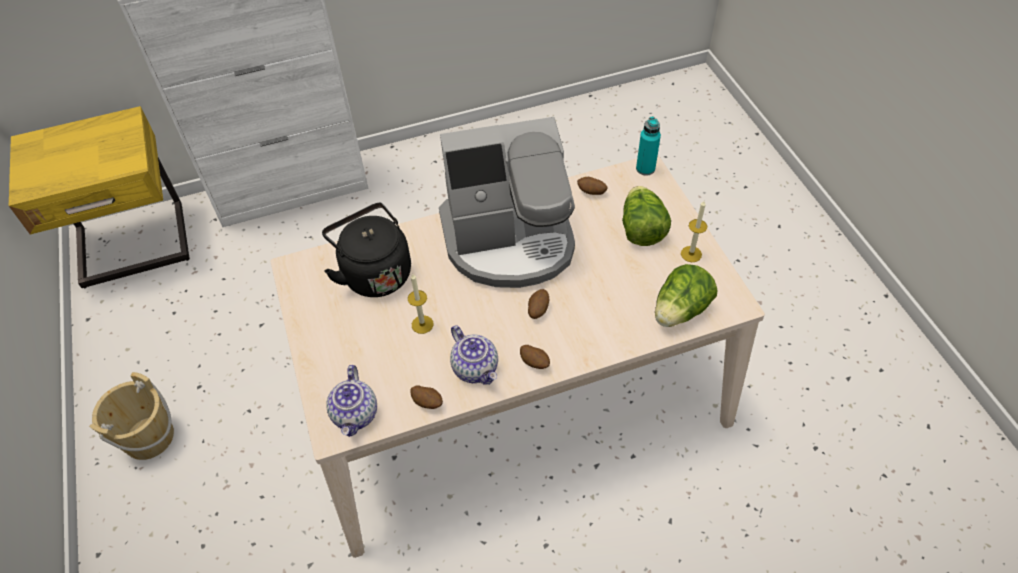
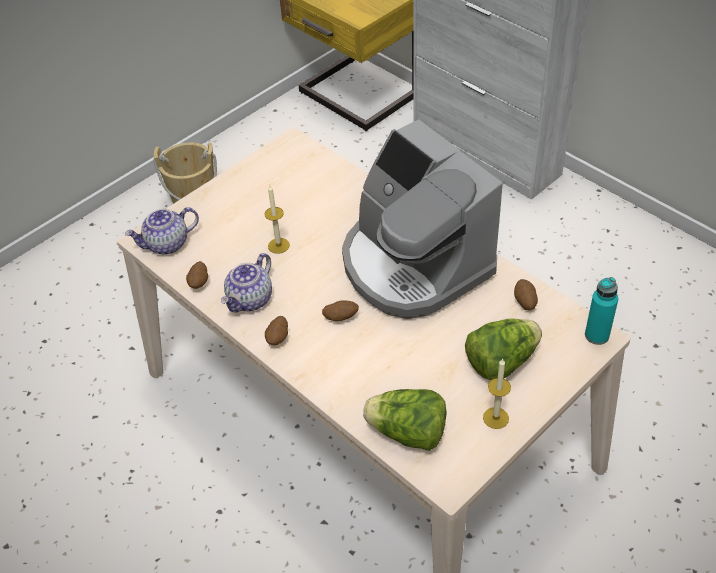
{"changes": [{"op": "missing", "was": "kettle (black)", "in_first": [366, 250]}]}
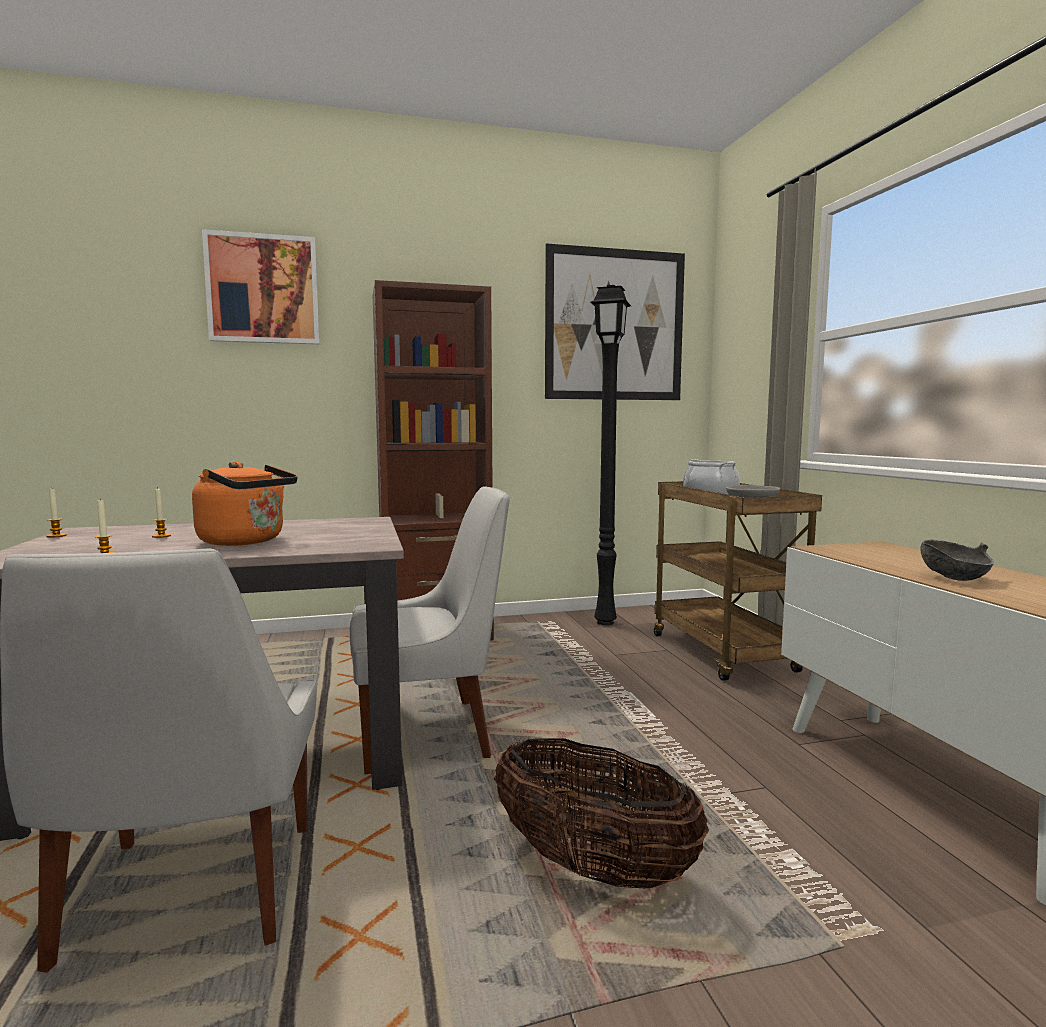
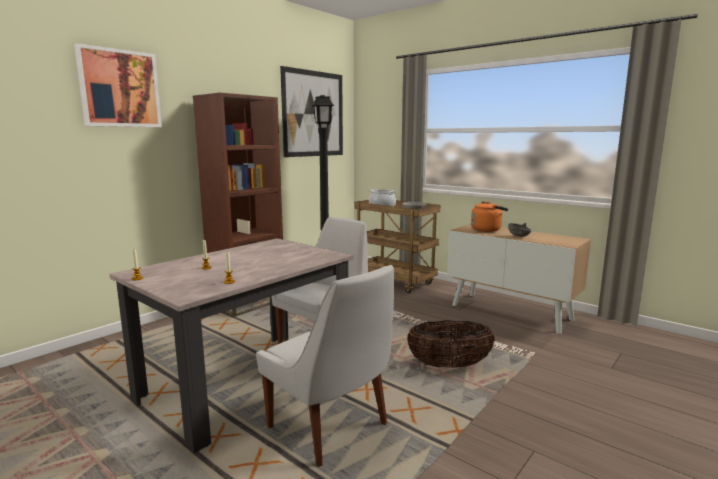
{"changes": [{"op": "relocated", "was": "kettle (orange)", "in_first": [244, 504], "in_second": [489, 216]}]}
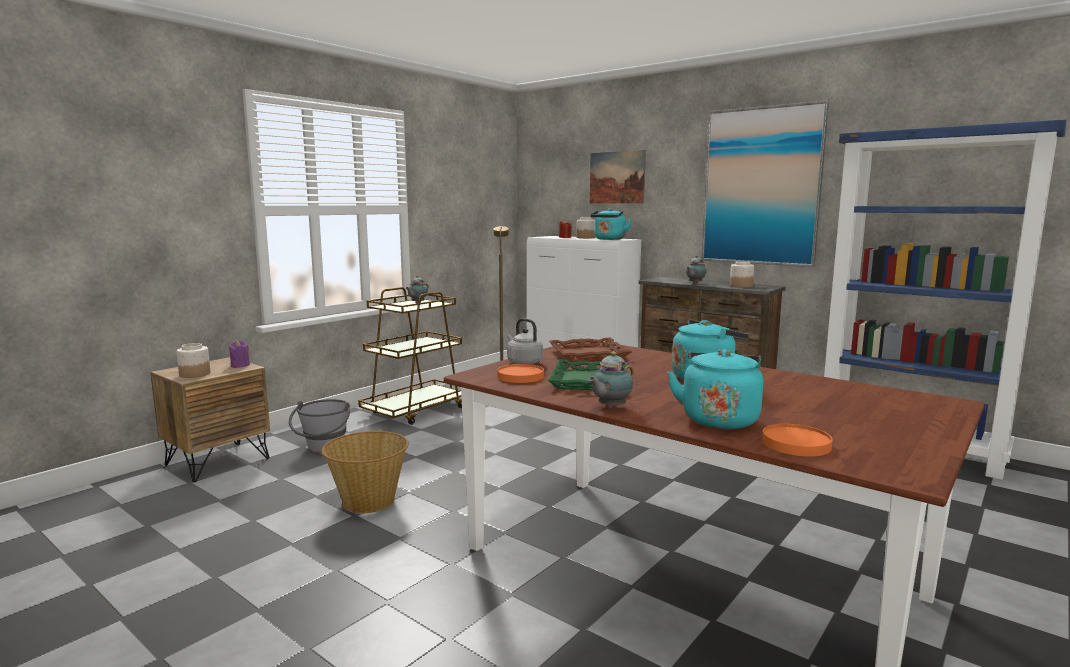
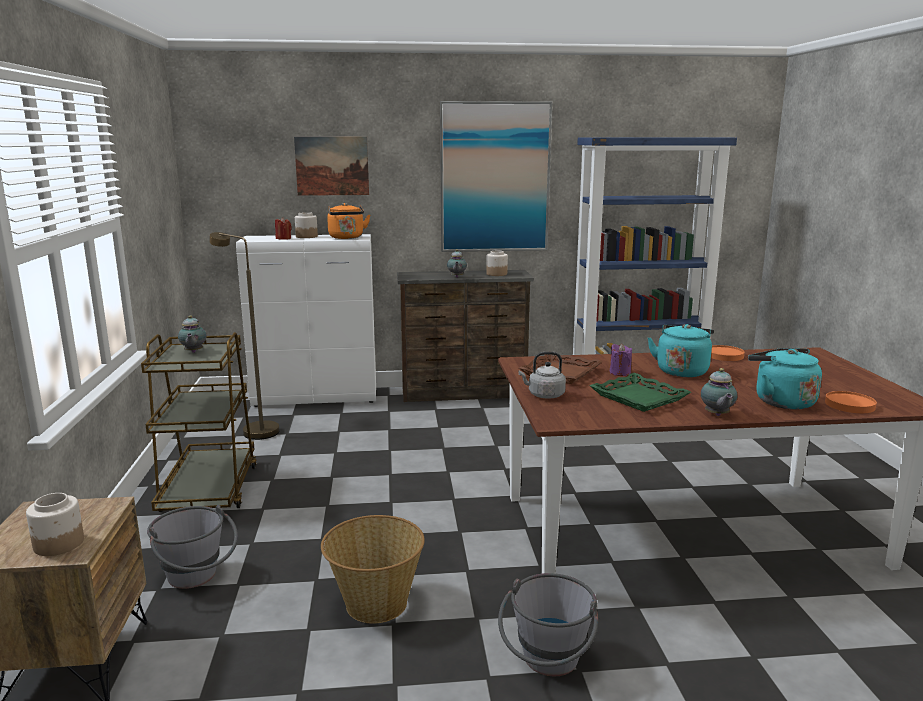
{"changes": [{"op": "colour", "was": "kettle (turquoise)", "now": "kettle (orange)", "in_first": [611, 224], "in_second": [348, 221]}, {"op": "appeared", "now": "bucket (grey)", "in_second": [548, 624]}, {"op": "relocated", "was": "candle (purple)", "in_first": [239, 354], "in_second": [620, 360]}, {"op": "relocated", "was": "plate (orange)", "in_first": [520, 373], "in_second": [728, 353]}]}
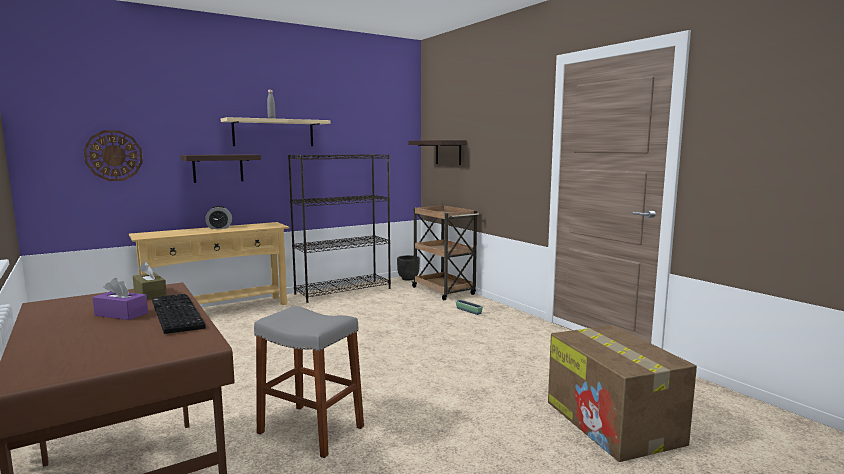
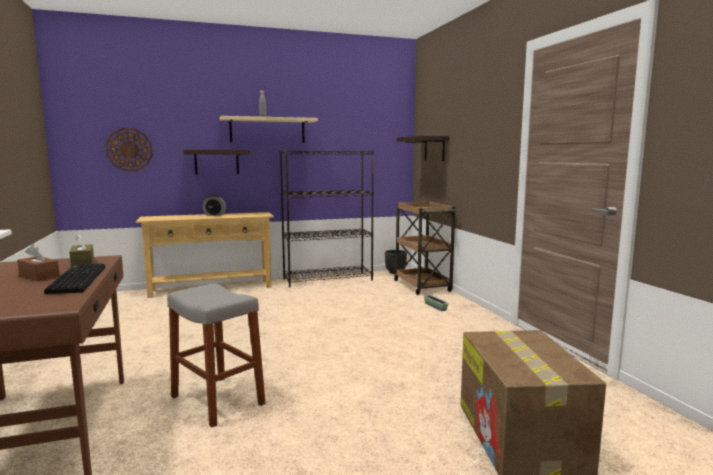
{"changes": [{"op": "colour", "was": "tissue box (purple)", "now": "tissue box (brown)", "in_first": [120, 299], "in_second": [38, 262]}]}
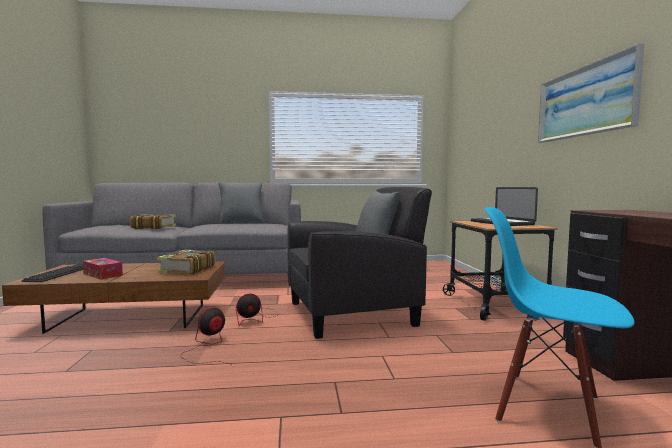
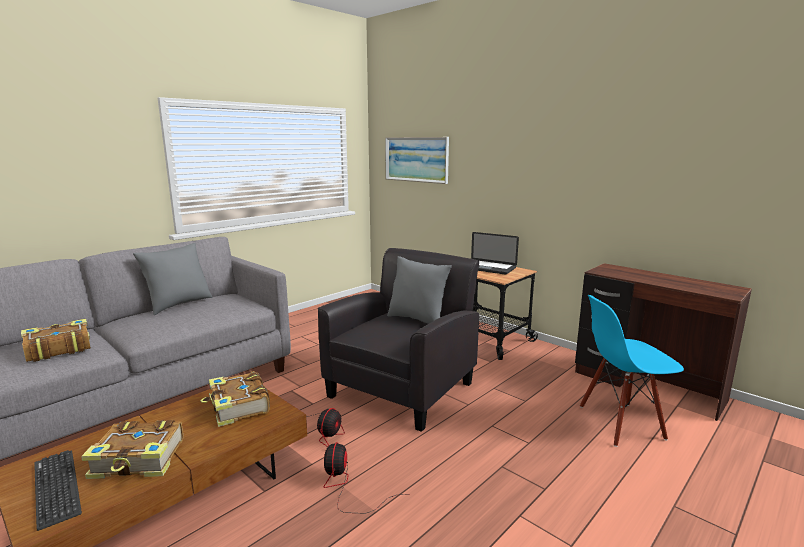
{"changes": [{"op": "exchanged", "was": "tissue box", "now": "book", "in_first": [103, 268], "in_second": [132, 449]}, {"op": "relocated", "was": "picture", "in_first": [591, 93], "in_second": [417, 160]}]}
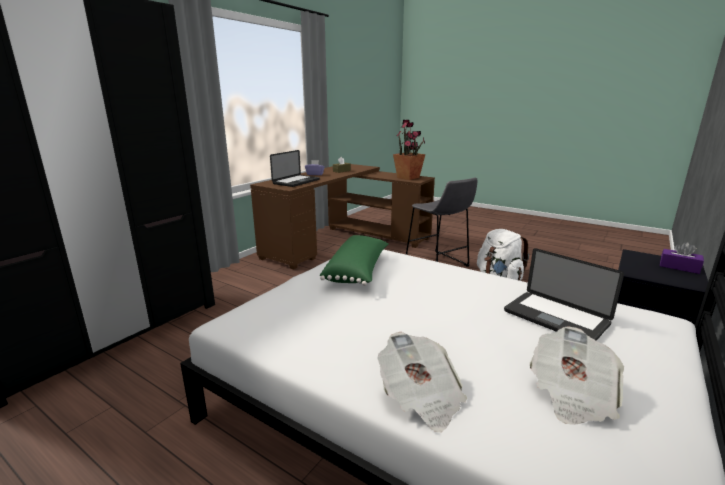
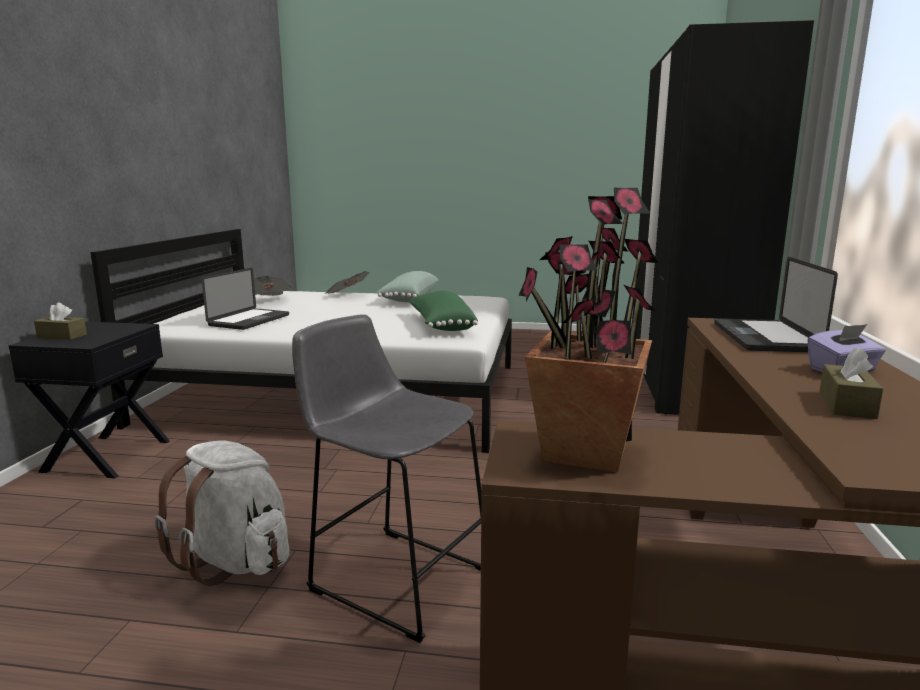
{"changes": [{"op": "colour", "was": "tissue box (purple)", "now": "tissue box (brown)", "in_first": [682, 258], "in_second": [60, 321]}, {"op": "spun", "was": "laptop", "in_first": [564, 294], "in_second": [245, 299], "clockwise": 90}, {"op": "appeared", "now": "pillow (green)", "in_second": [407, 286]}]}
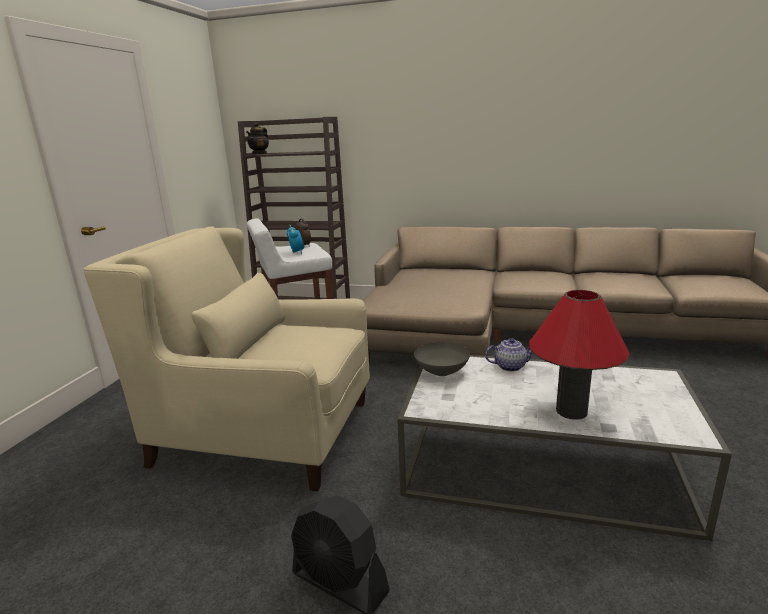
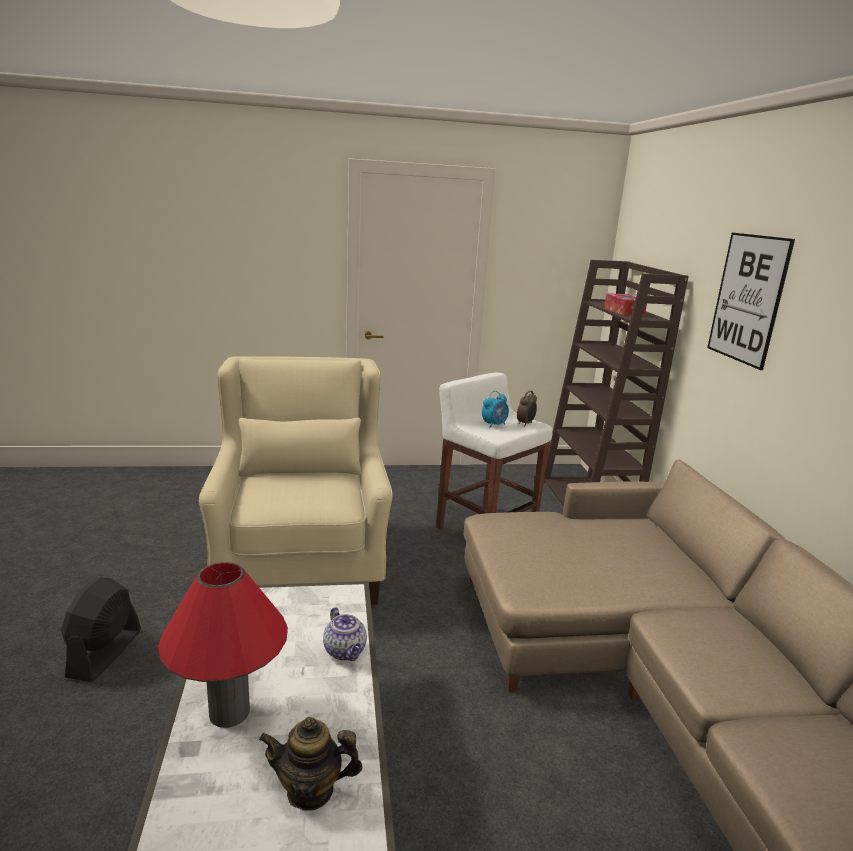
{"changes": [{"op": "relocated", "was": "teapot", "in_first": [257, 138], "in_second": [310, 764]}, {"op": "appeared", "now": "tissue box", "in_second": [625, 304]}, {"op": "appeared", "now": "picture", "in_second": [751, 301]}, {"op": "missing", "was": "bowl (grey)", "in_first": [442, 359]}]}
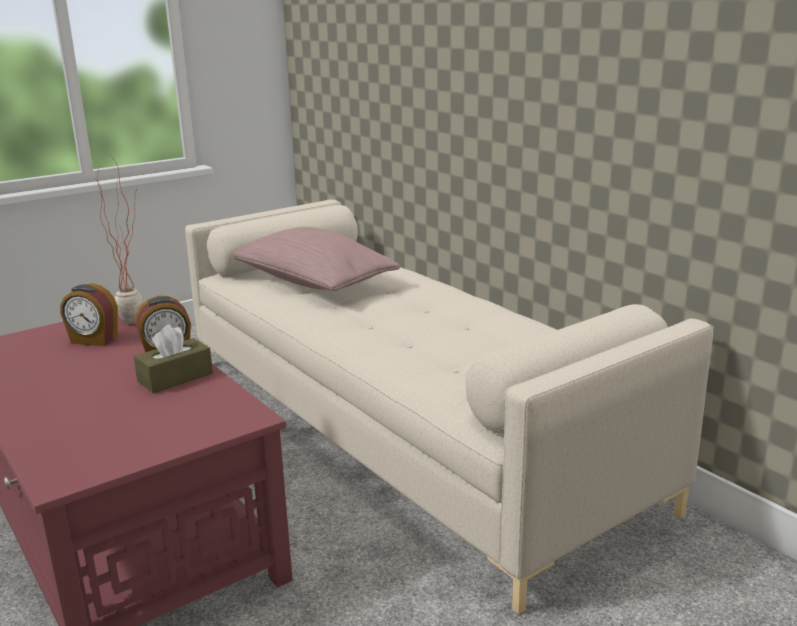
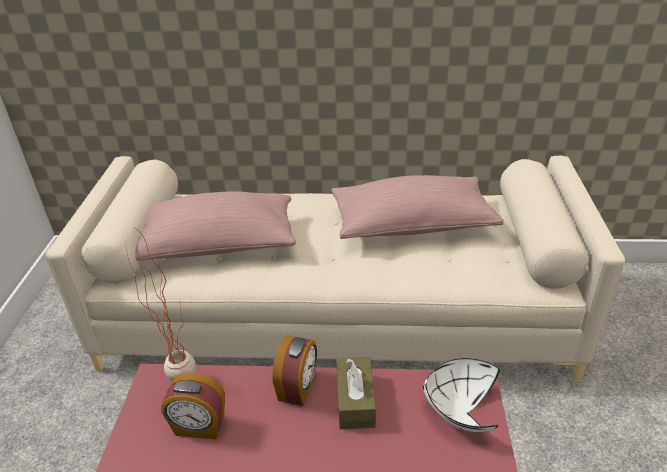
{"changes": [{"op": "spun", "was": "alarm clock", "in_first": [89, 314], "in_second": [193, 406], "clockwise": 45}, {"op": "appeared", "now": "pillow (pink)", "in_second": [417, 207]}, {"op": "appeared", "now": "bowl (white)", "in_second": [461, 395]}]}
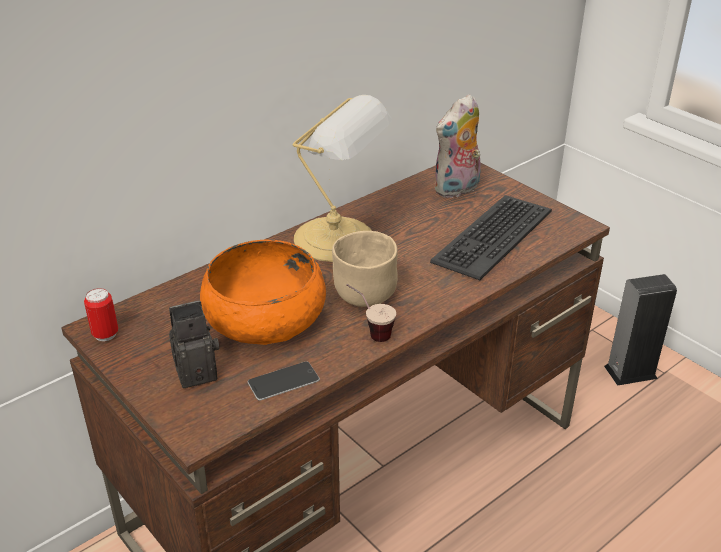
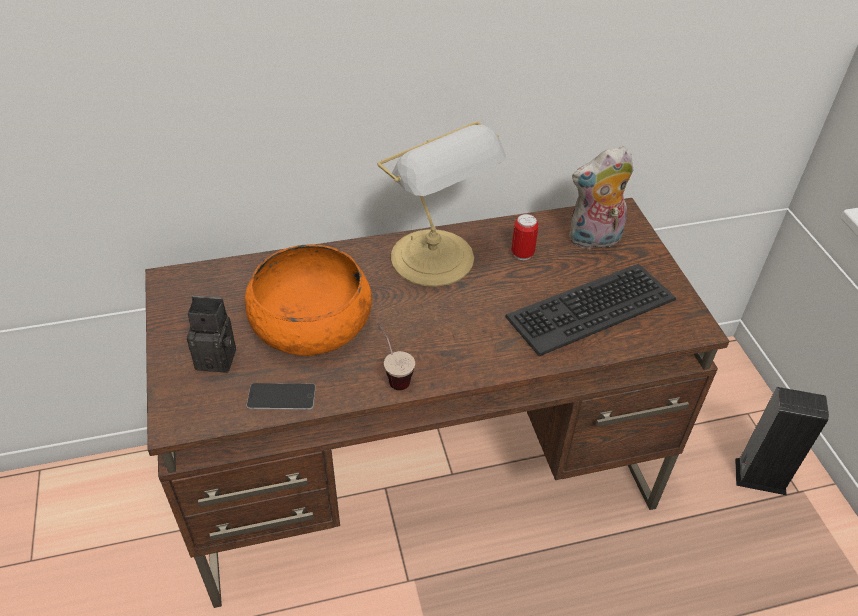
{"changes": [{"op": "relocated", "was": "can", "in_first": [101, 314], "in_second": [525, 237]}, {"op": "missing", "was": "bowl (beige)", "in_first": [365, 269]}]}
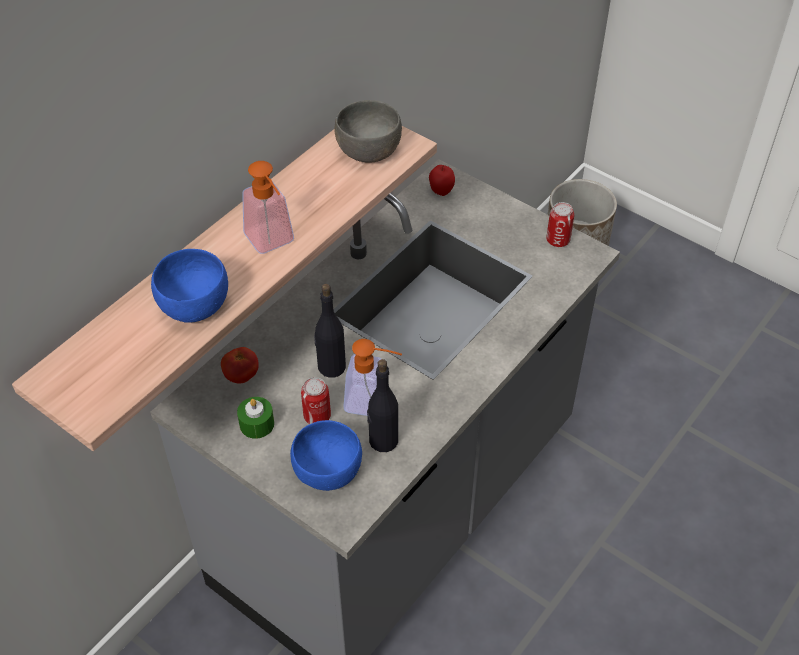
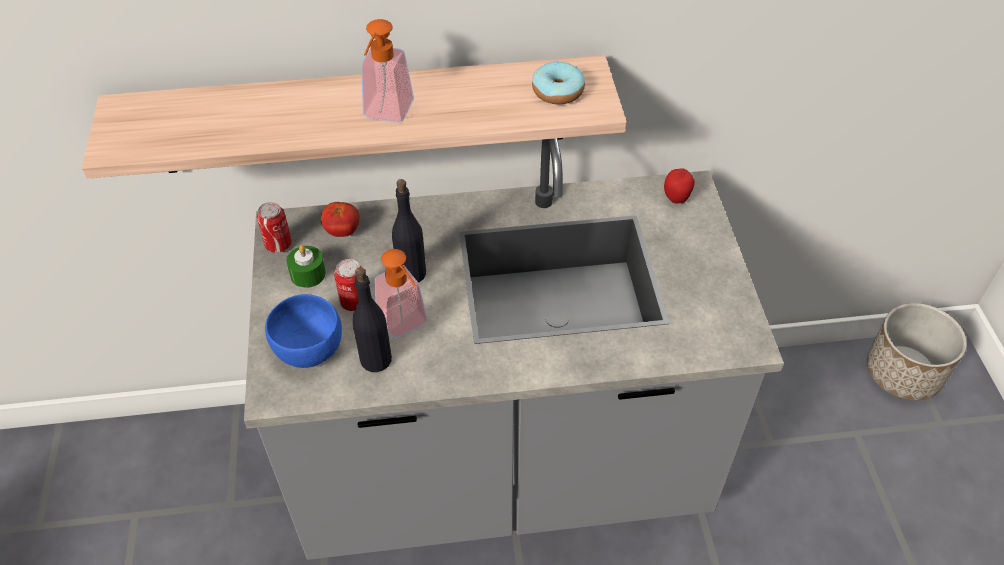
{"changes": [{"op": "relocated", "was": "can", "in_first": [560, 224], "in_second": [274, 227]}, {"op": "exchanged", "was": "bowl (grey)", "now": "donut", "in_first": [368, 131], "in_second": [558, 83]}, {"op": "missing", "was": "bowl (blue)", "in_first": [189, 286]}]}
